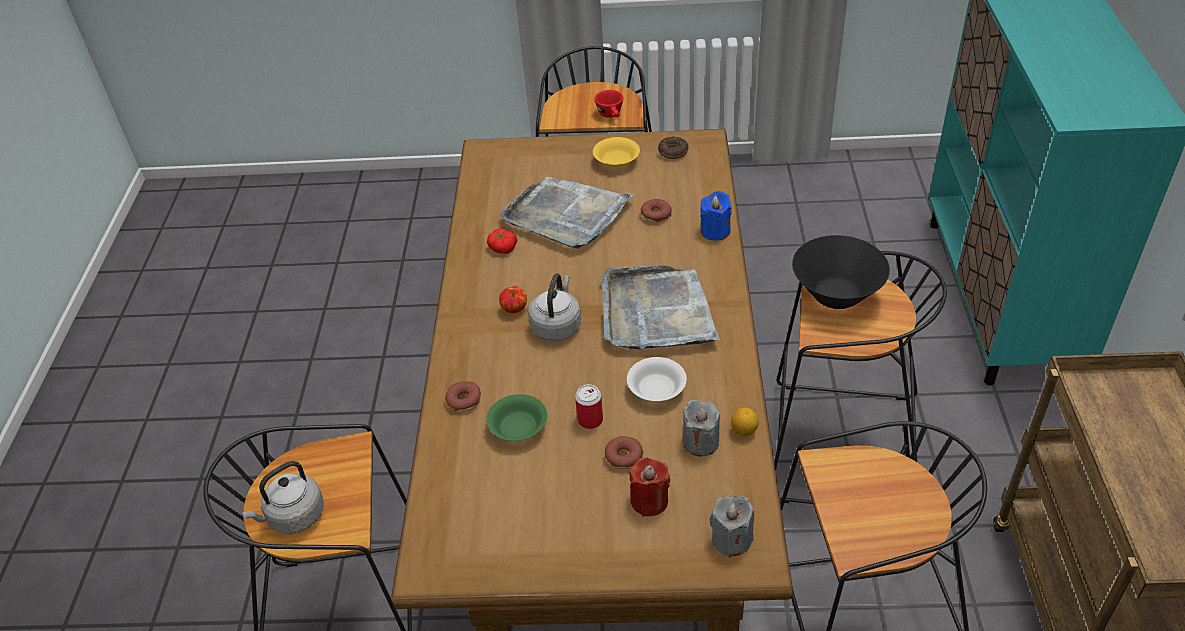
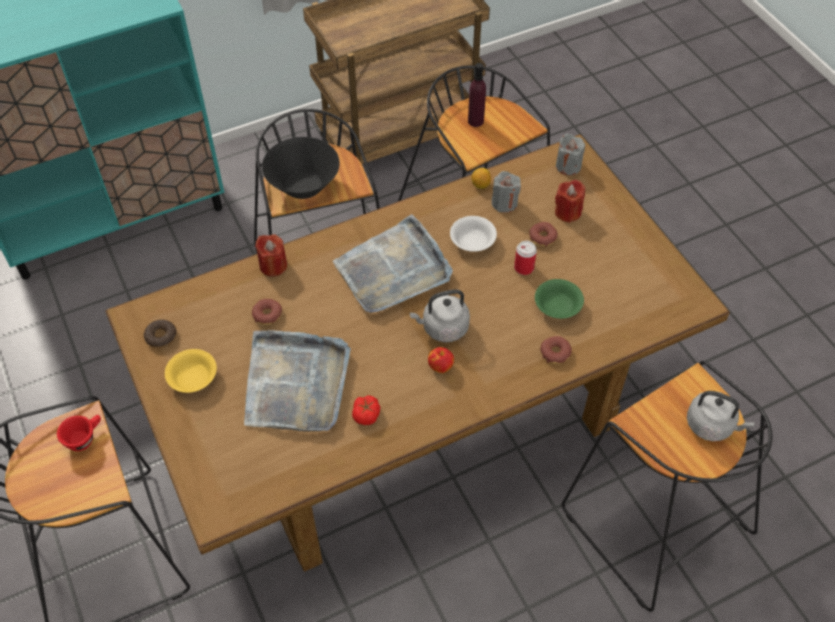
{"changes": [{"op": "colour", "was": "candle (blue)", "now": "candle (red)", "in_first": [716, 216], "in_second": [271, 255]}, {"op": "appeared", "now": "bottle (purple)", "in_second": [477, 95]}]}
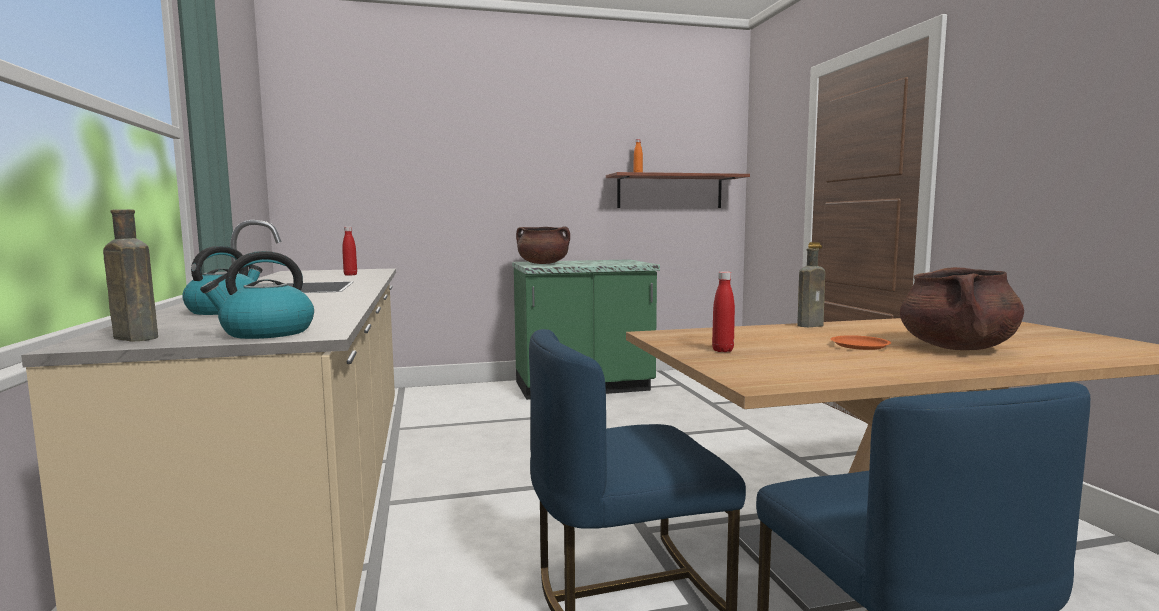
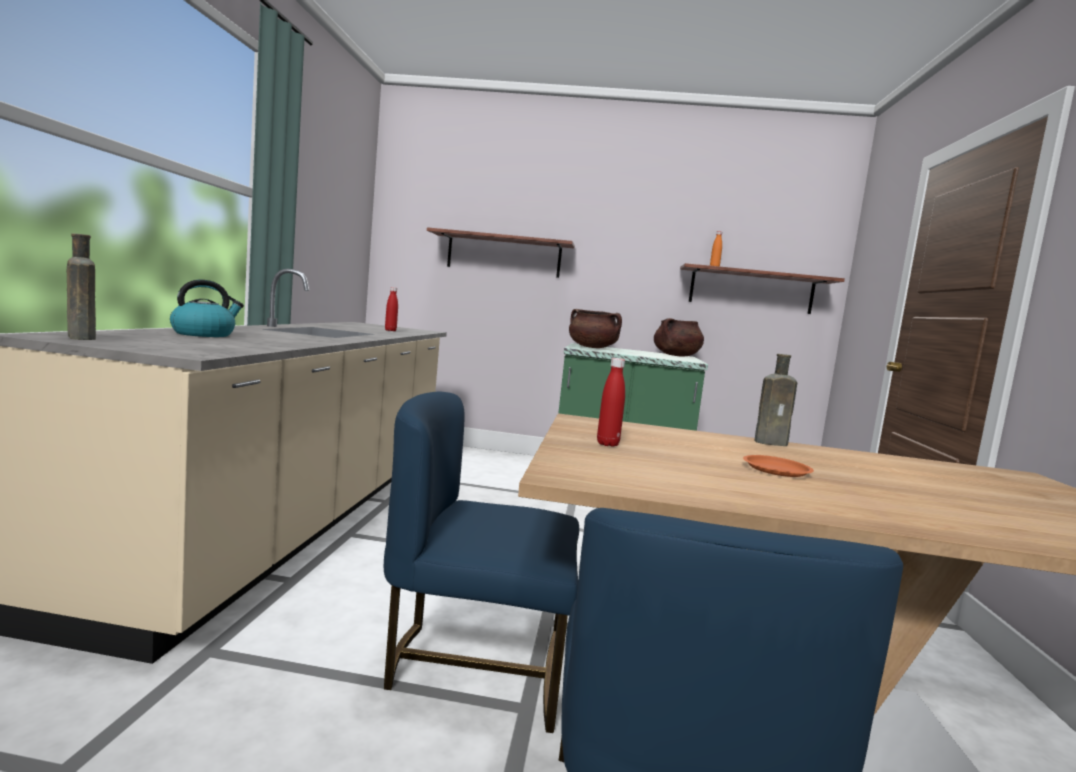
{"changes": [{"op": "appeared", "now": "shelf", "in_second": [501, 252]}, {"op": "relocated", "was": "cooking pot (brown)", "in_first": [962, 308], "in_second": [679, 337]}, {"op": "missing", "was": "kettle", "in_first": [257, 295]}]}
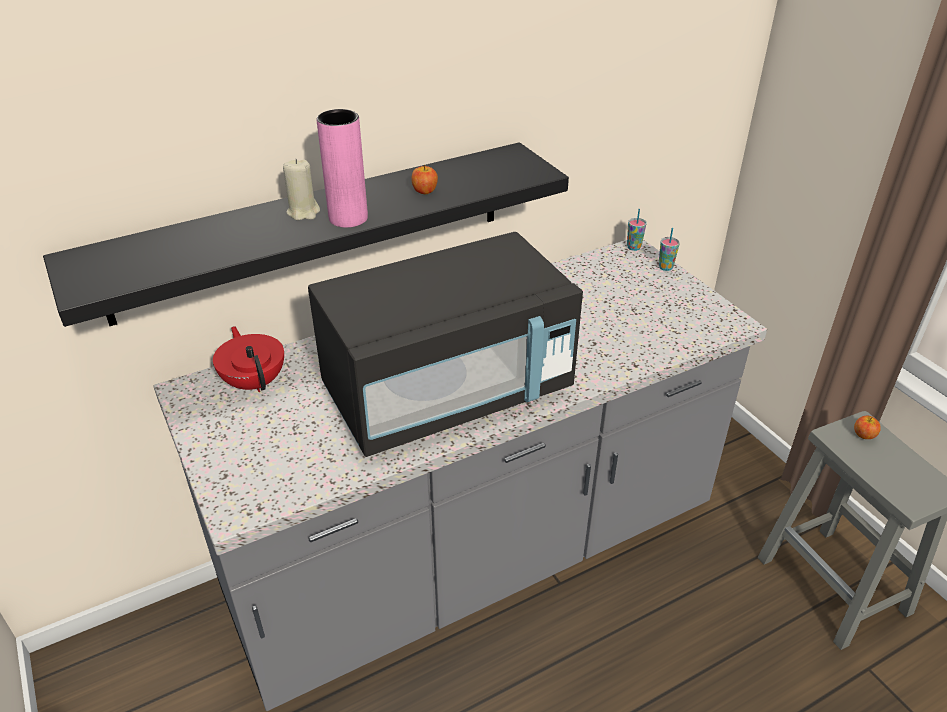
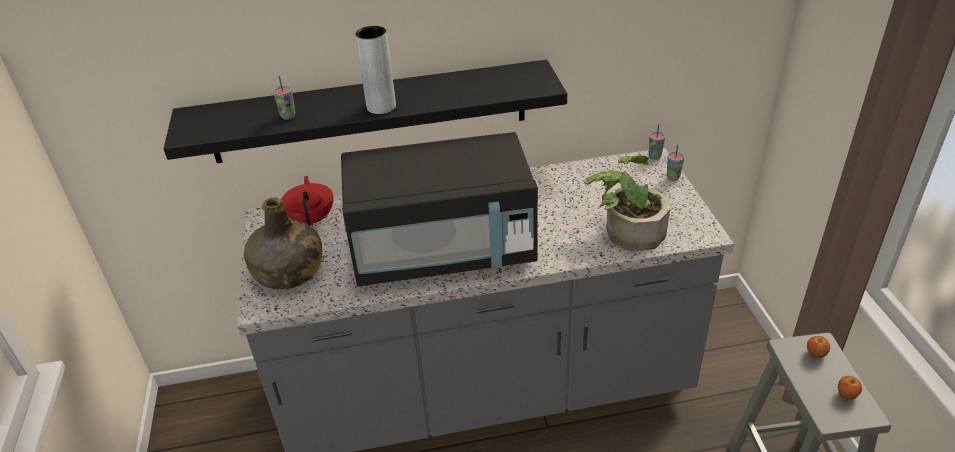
{"changes": [{"op": "appeared", "now": "bottle (green)", "in_second": [283, 243]}, {"op": "appeared", "now": "cup", "in_second": [284, 98]}, {"op": "colour", "was": "vase (pink)", "now": "vase (grey)", "in_first": [342, 168], "in_second": [375, 70]}, {"op": "appeared", "now": "potted plant", "in_second": [627, 203]}, {"op": "relocated", "was": "apple", "in_first": [425, 179], "in_second": [850, 388]}, {"op": "missing", "was": "candle (beige)", "in_first": [301, 189]}]}
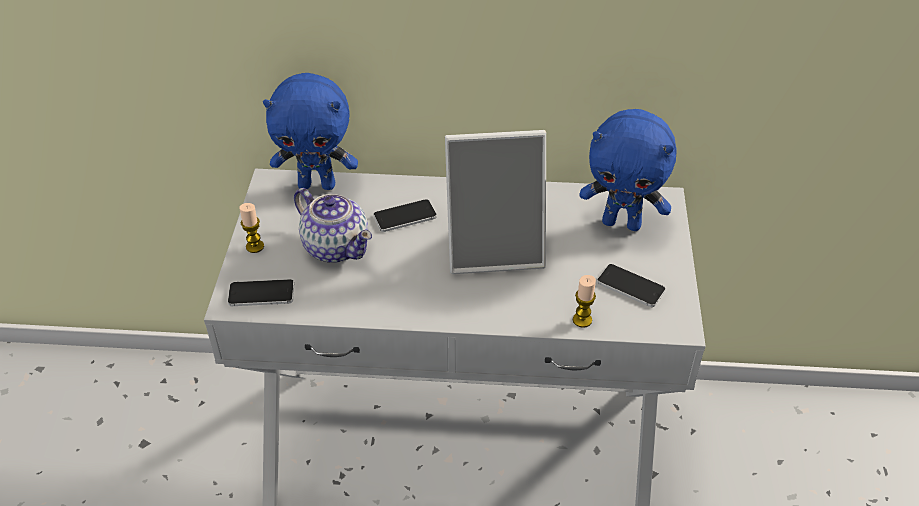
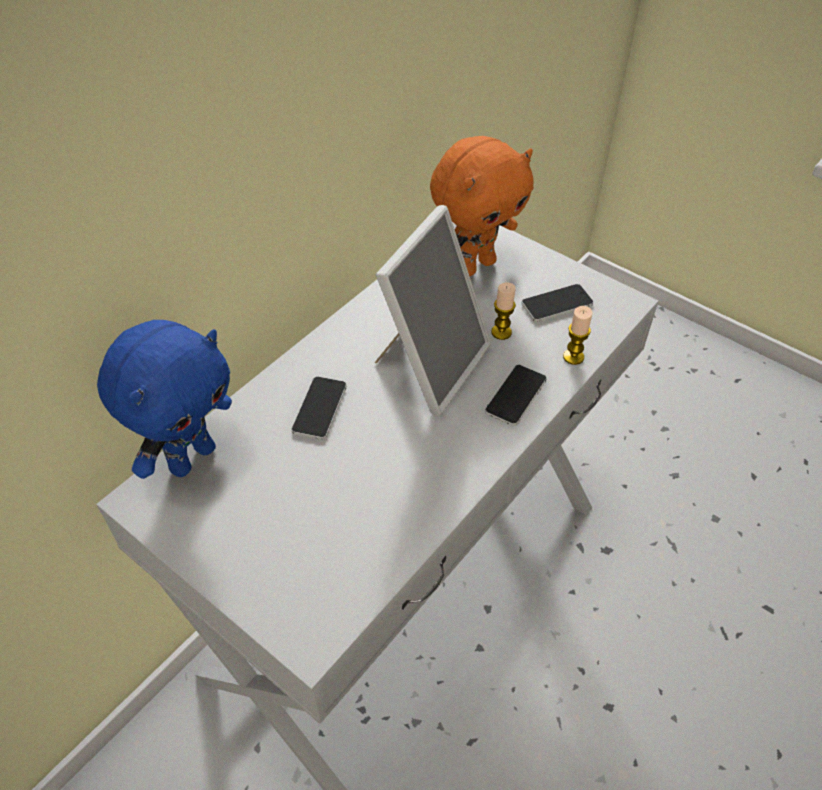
{"changes": [{"op": "colour", "was": "plush toy (blue)", "now": "plush toy (orange)", "in_first": [627, 170], "in_second": [482, 206]}, {"op": "relocated", "was": "phone", "in_first": [261, 292], "in_second": [516, 395]}, {"op": "relocated", "was": "candle", "in_first": [251, 228], "in_second": [503, 311]}, {"op": "missing", "was": "teapot", "in_first": [333, 225]}]}
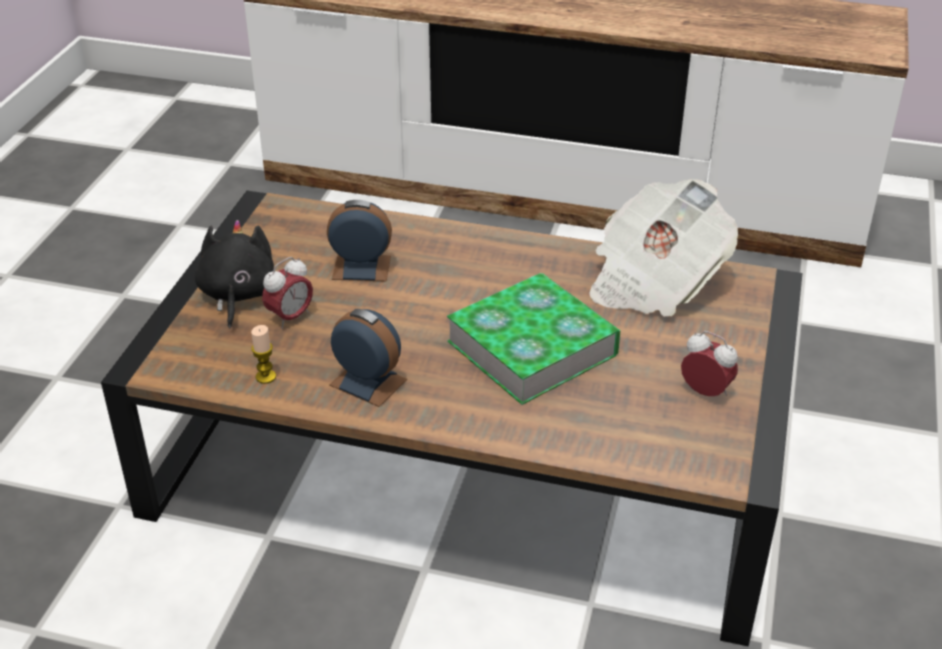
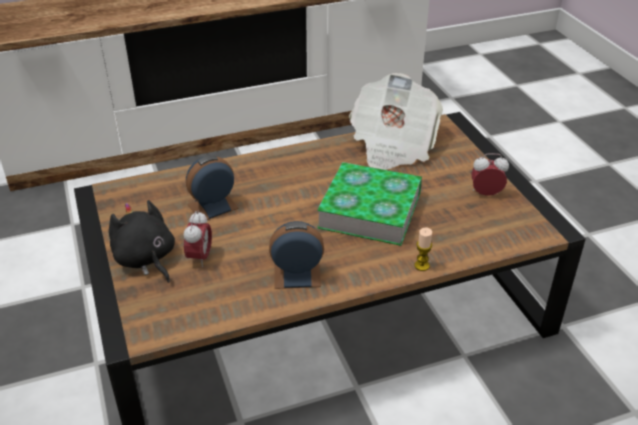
{"changes": [{"op": "relocated", "was": "candle", "in_first": [263, 354], "in_second": [423, 249]}]}
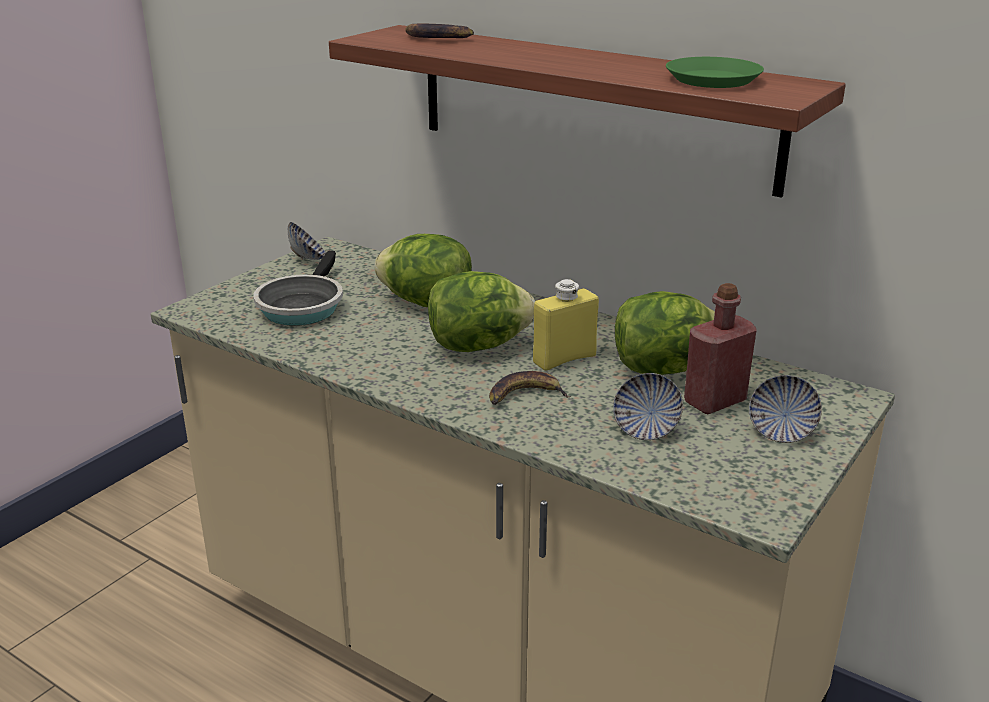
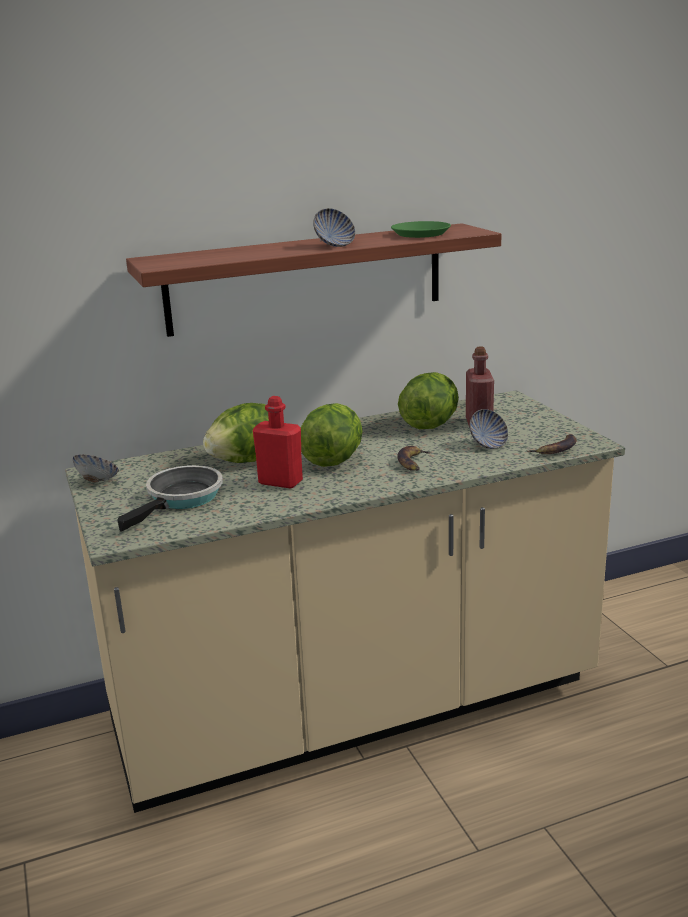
{"changes": [{"op": "spun", "was": "frying pan", "in_first": [298, 288], "in_second": [170, 498], "clockwise": -105}, {"op": "appeared", "now": "bottle (red)", "in_second": [278, 442]}, {"op": "relocated", "was": "bowl", "in_first": [785, 409], "in_second": [334, 227]}, {"op": "relocated", "was": "banana", "in_first": [439, 31], "in_second": [551, 444]}, {"op": "missing", "was": "bottle (yellow)", "in_first": [566, 325]}]}
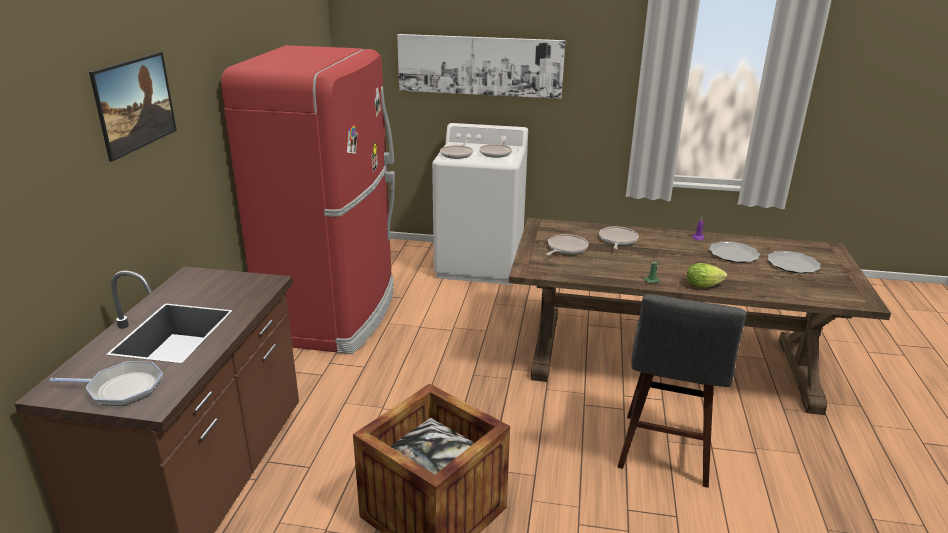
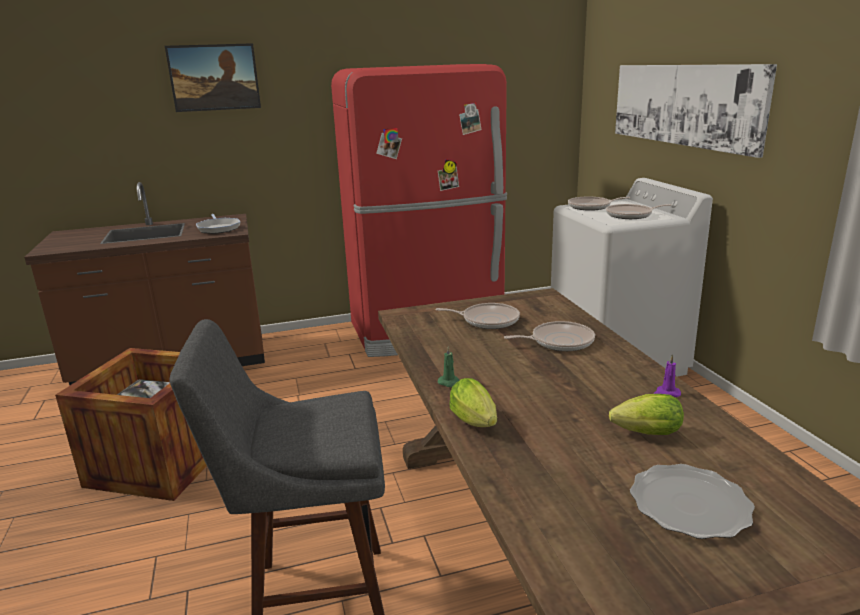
{"changes": [{"op": "relocated", "was": "frying pan", "in_first": [106, 383], "in_second": [218, 224]}, {"op": "exchanged", "was": "plate", "now": "lettuce", "in_first": [734, 252], "in_second": [646, 414]}]}
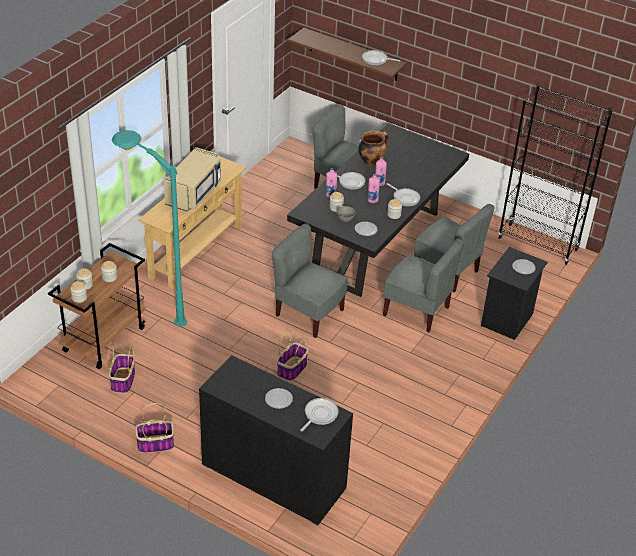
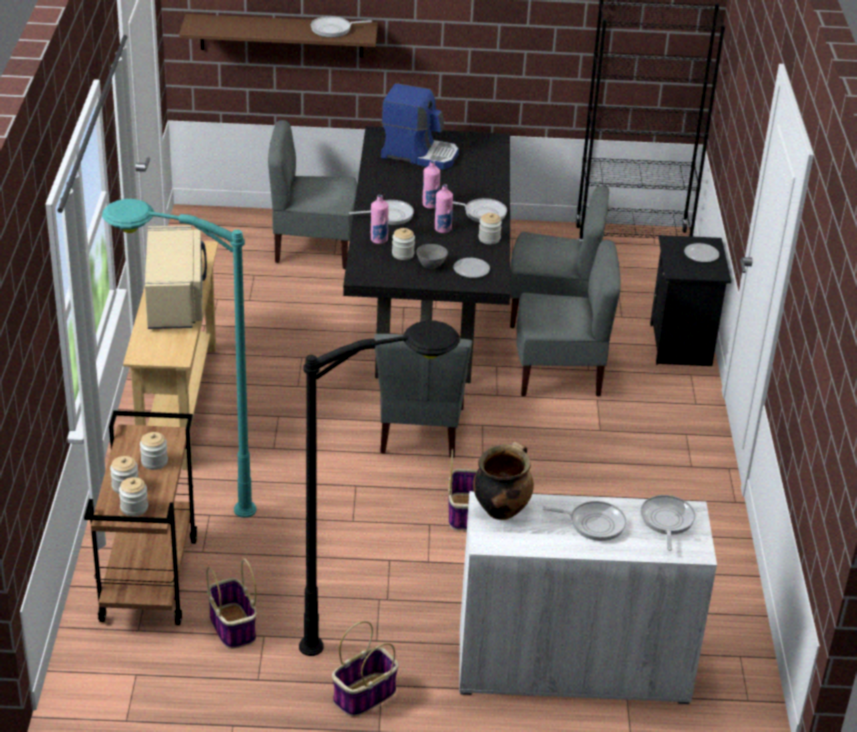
{"changes": [{"op": "appeared", "now": "floor lamp (black)", "in_second": [379, 488]}, {"op": "spun", "was": "chair (grey)", "in_first": [310, 281], "in_second": [423, 396], "clockwise": -90}, {"op": "appeared", "now": "coffee machine", "in_second": [420, 126]}, {"op": "colour", "was": "cabinet (black)", "now": "cabinet (white)", "in_first": [276, 440], "in_second": [588, 597]}, {"op": "relocated", "was": "cooking pot", "in_first": [373, 147], "in_second": [503, 481]}, {"op": "exchanged", "was": "plate", "now": "frying pan", "in_first": [279, 398], "in_second": [584, 521]}]}
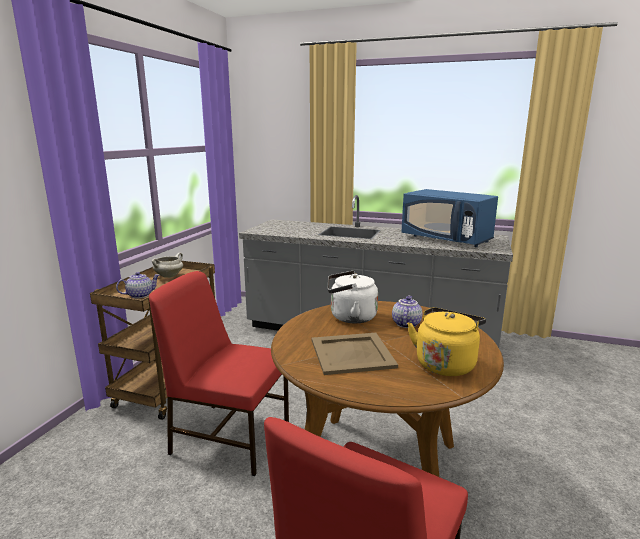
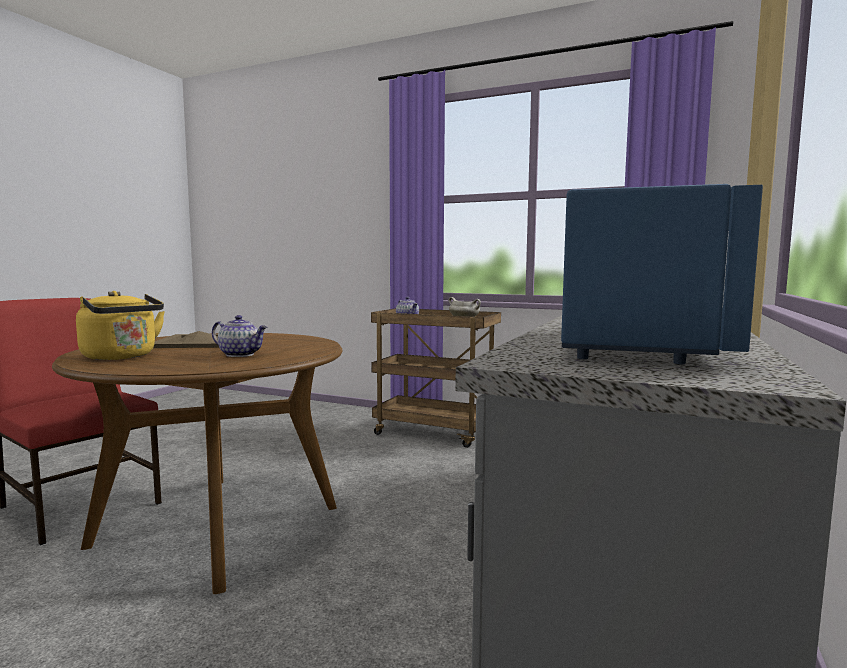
{"changes": [{"op": "spun", "was": "microwave (blue)", "in_first": [449, 218], "in_second": [662, 274], "clockwise": 150}, {"op": "missing", "was": "chair (red)", "in_first": [219, 373]}, {"op": "missing", "was": "kettle (white)", "in_first": [353, 297]}]}
